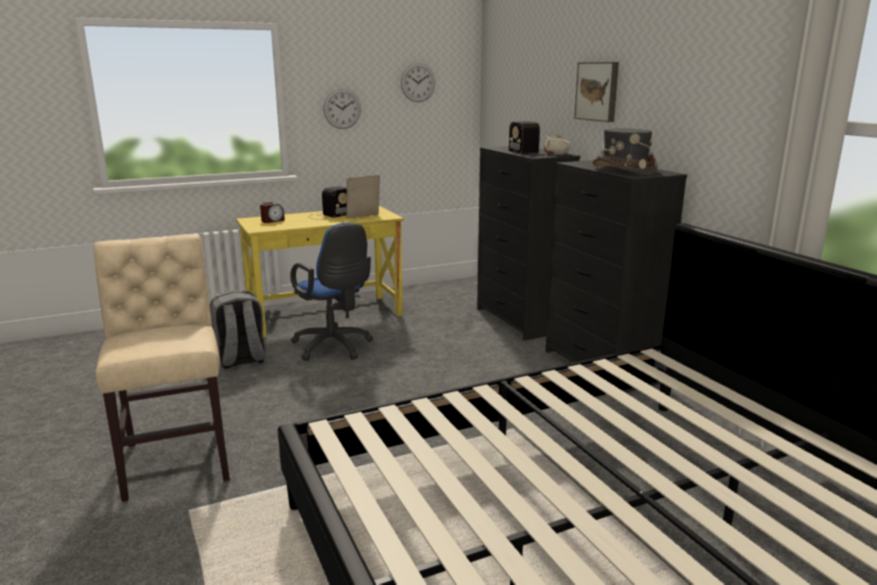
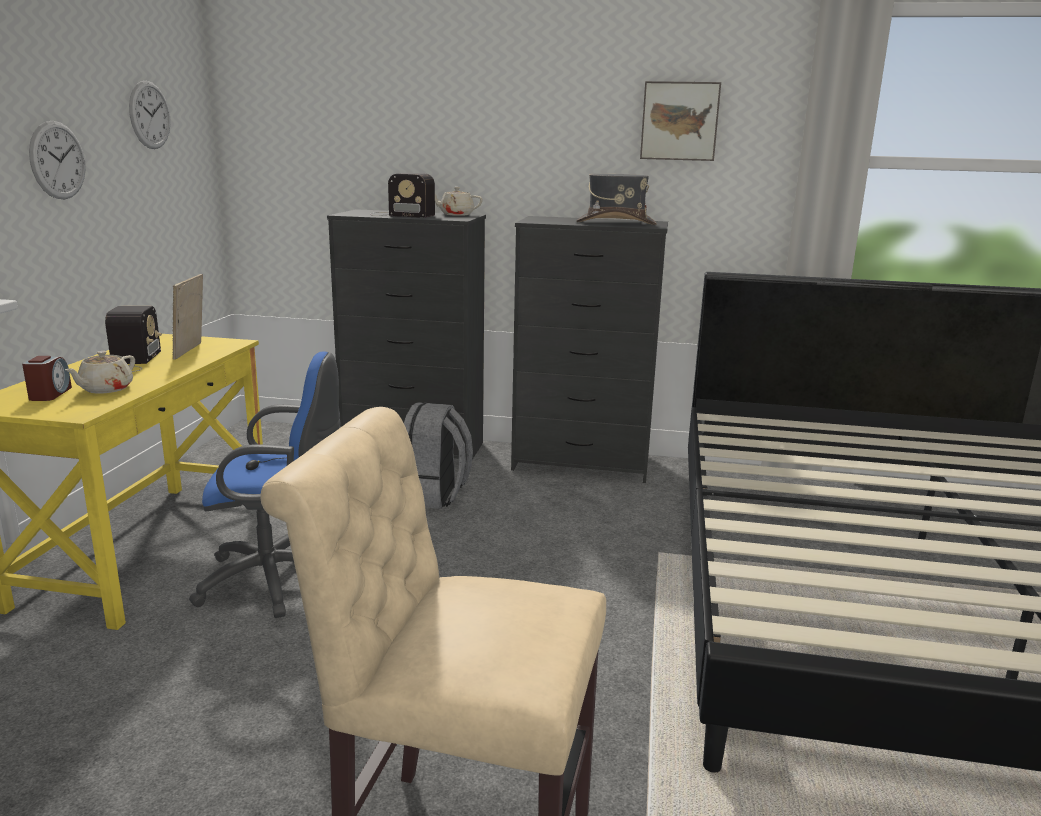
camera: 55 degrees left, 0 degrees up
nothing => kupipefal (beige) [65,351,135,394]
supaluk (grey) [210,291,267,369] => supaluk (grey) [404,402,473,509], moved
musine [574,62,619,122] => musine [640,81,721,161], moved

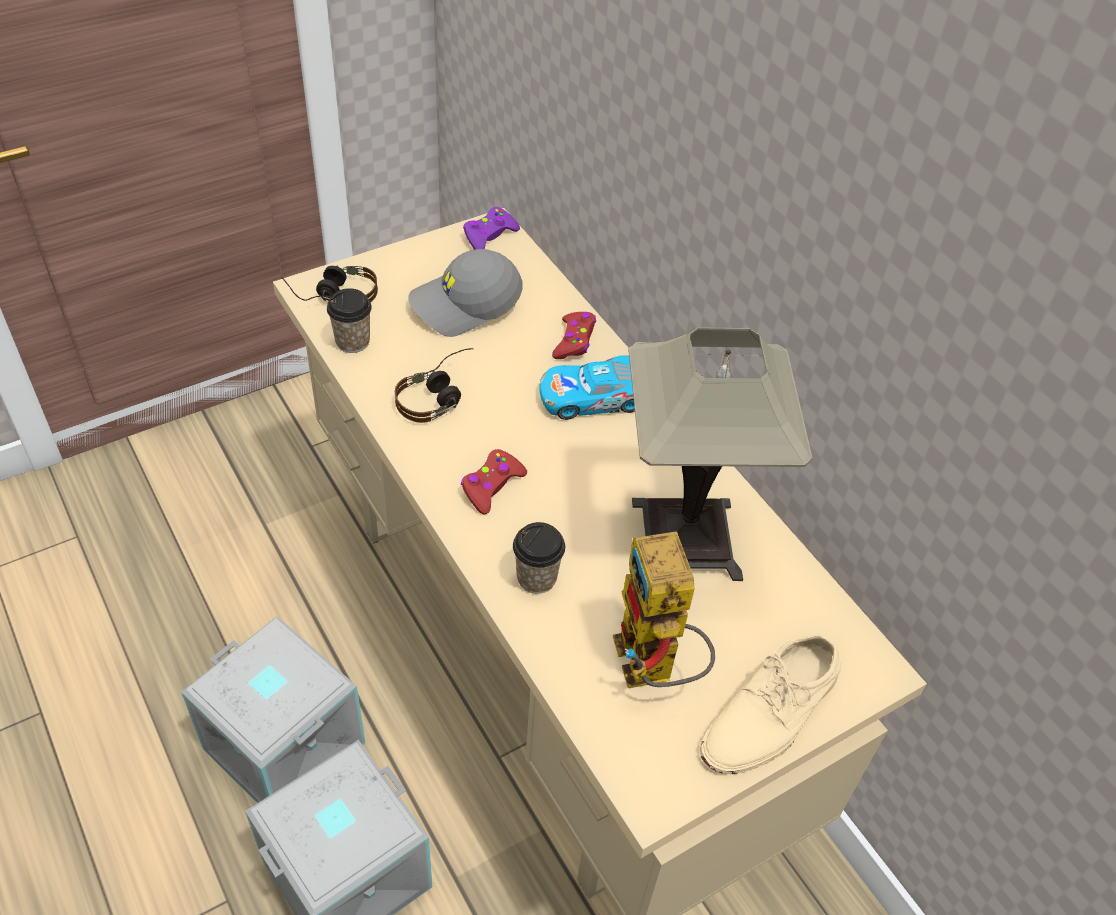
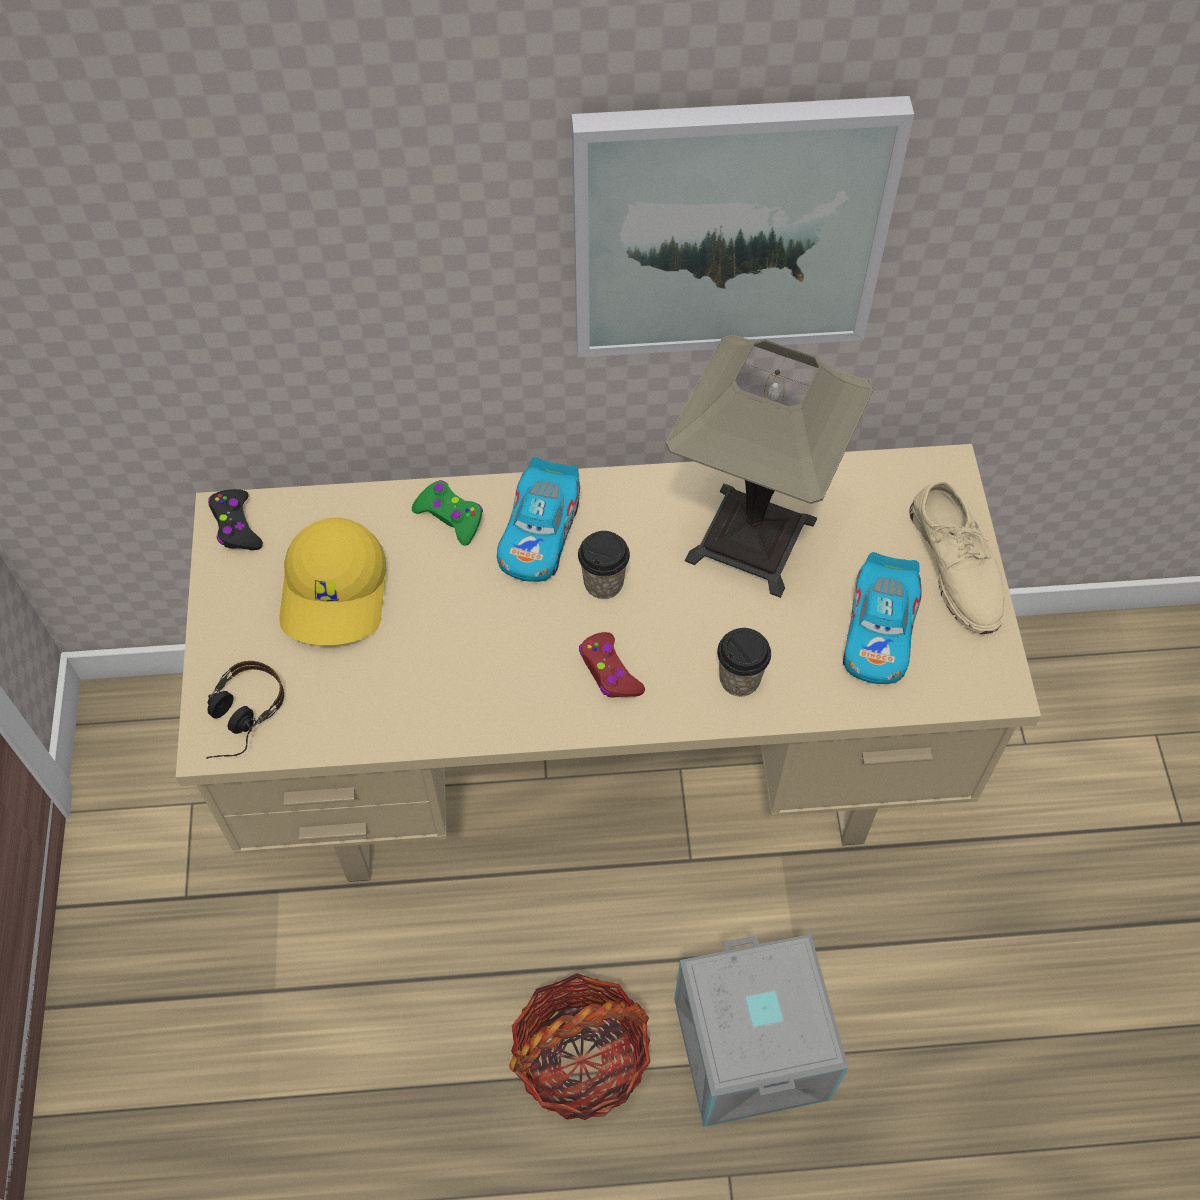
camera: 60 degrees left, 10 degrees up
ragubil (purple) [463,207,520,250] => ragubil (black) [208,489,263,550]
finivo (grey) [408,249,523,337] => finivo (yellow) [279,518,386,646]
ragubil (red) [552,312,596,359] => ragubil (green) [412,480,483,546]
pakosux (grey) [181,616,365,803] => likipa [510,973,651,1120]
nothing => musine [572,96,914,357]
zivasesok [327,288,372,353] => zivasesok [578,531,630,599], moved
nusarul [613,531,715,688] => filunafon [843,552,922,684]
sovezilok [395,348,474,423] => nothing

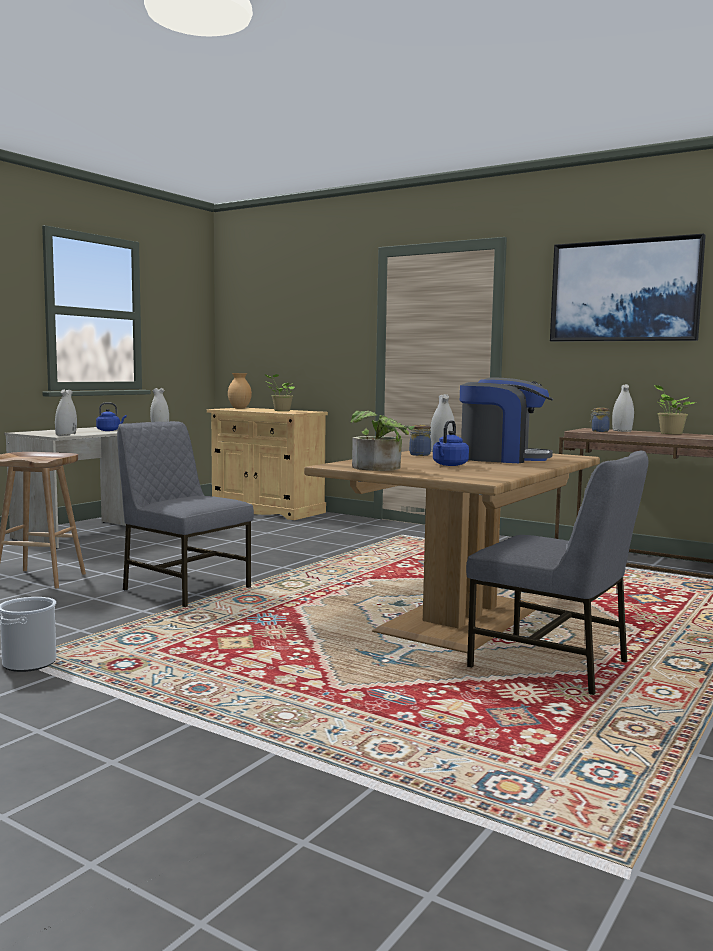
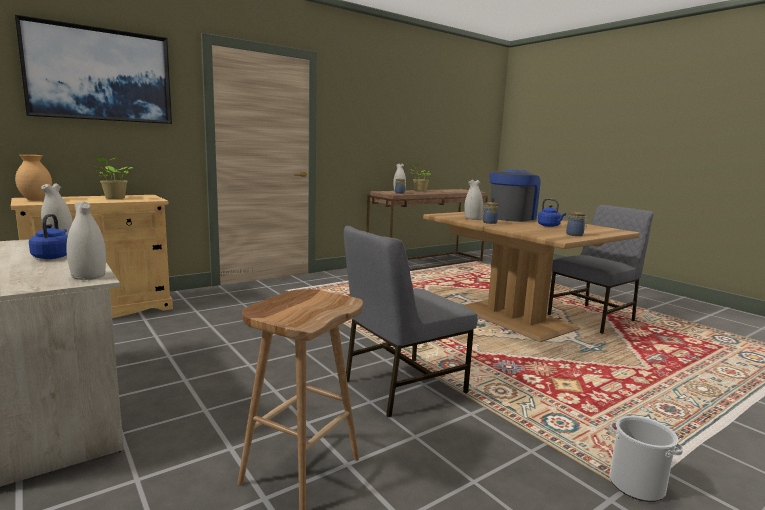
camera: 70 degrees left, 5 degrees up
musine [550,234,706,342] => musine [15,15,172,124], moved
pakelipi [351,411,415,471] => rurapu [566,212,587,236]

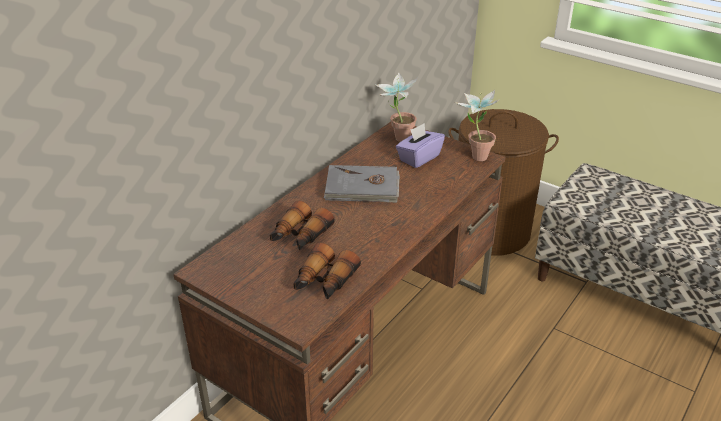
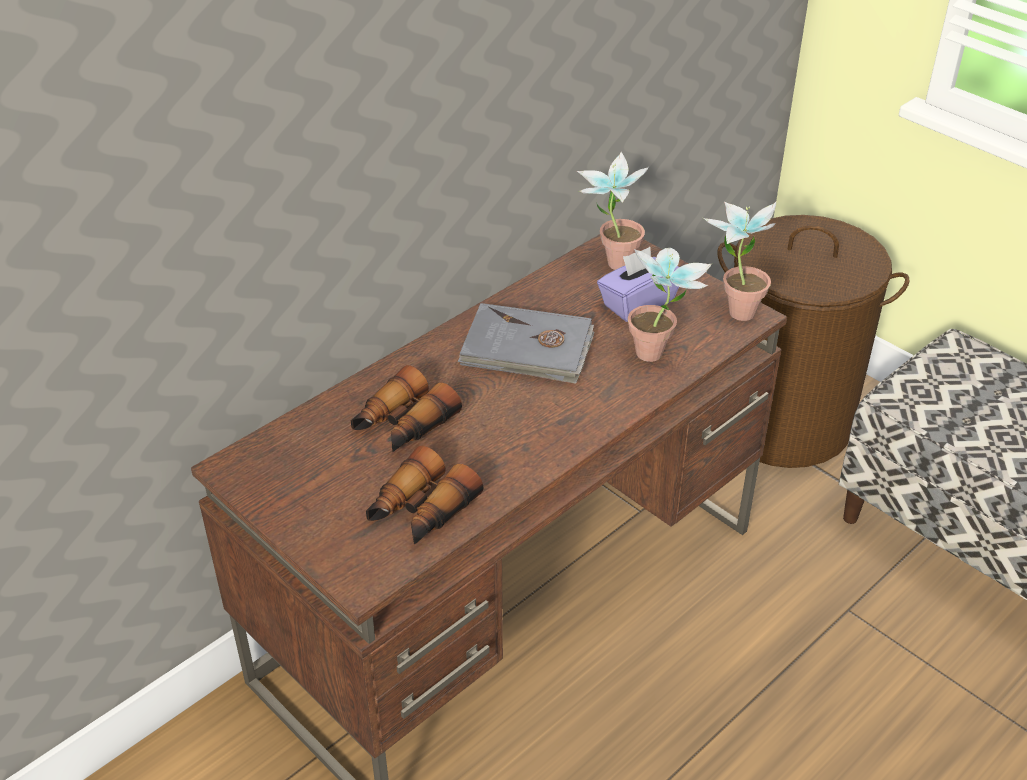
camera: 10 degrees right, 5 degrees up
nothing => pakelipi [628,248,712,362]

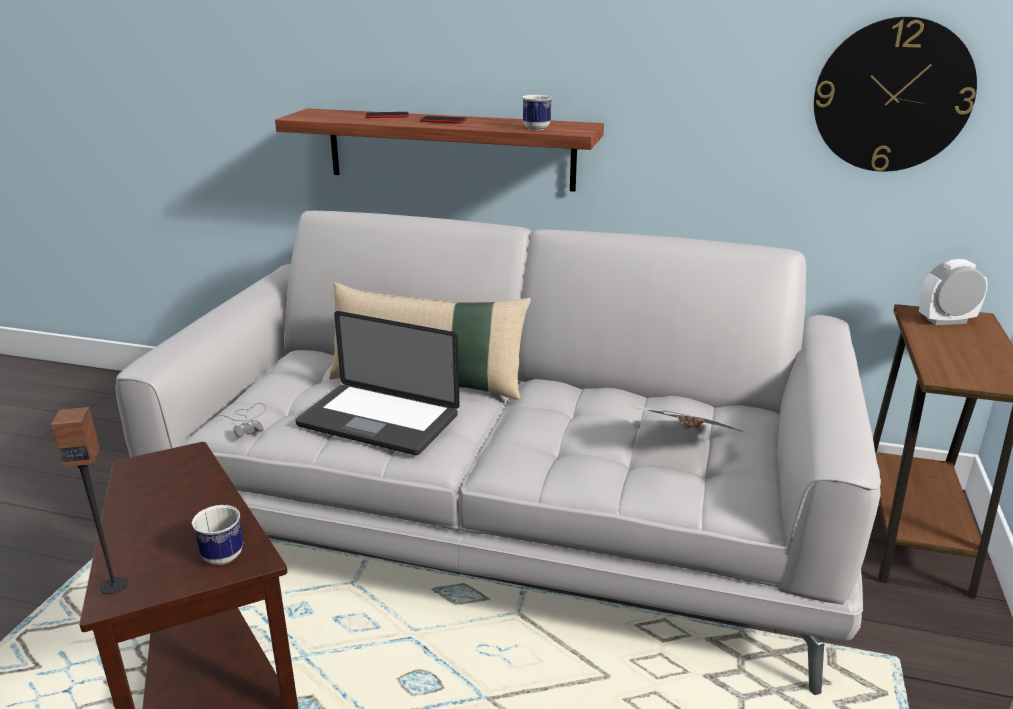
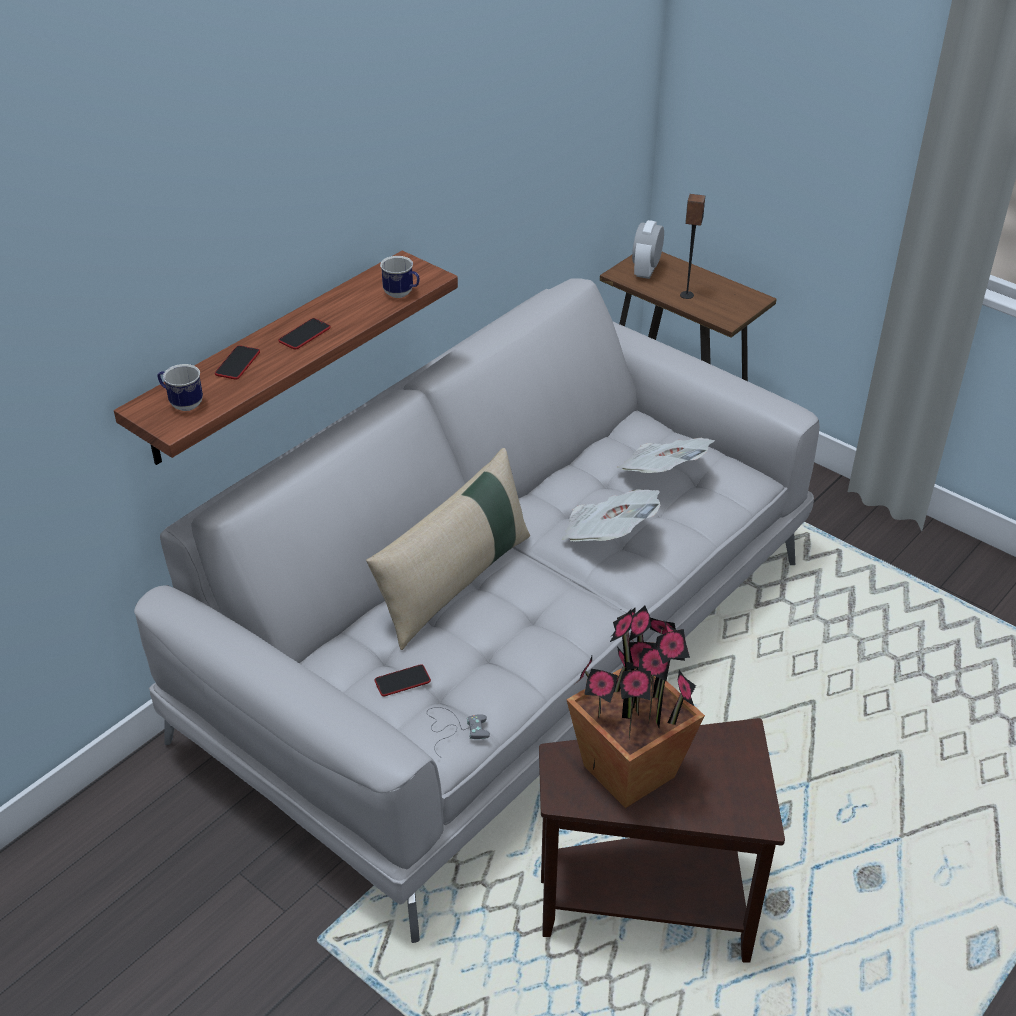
camera: 65 degrees left, 15 degrees up
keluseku [192,503,243,565] => keluseku [158,364,203,411], moved
nothing => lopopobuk [375,664,431,696]
nothing => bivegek [562,489,660,541]
nothing => pakelipi [566,606,705,808]
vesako [51,407,128,594] => vesako [680,194,705,299], moved
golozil [295,311,460,455] => nothing
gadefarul [814,17,977,172] => nothing

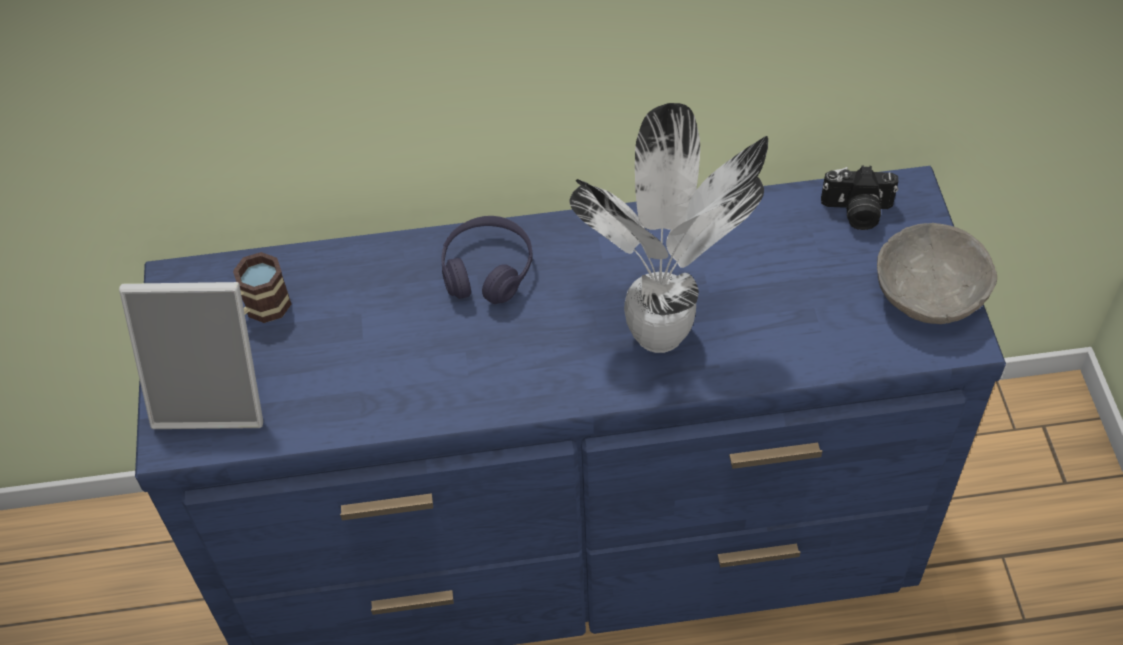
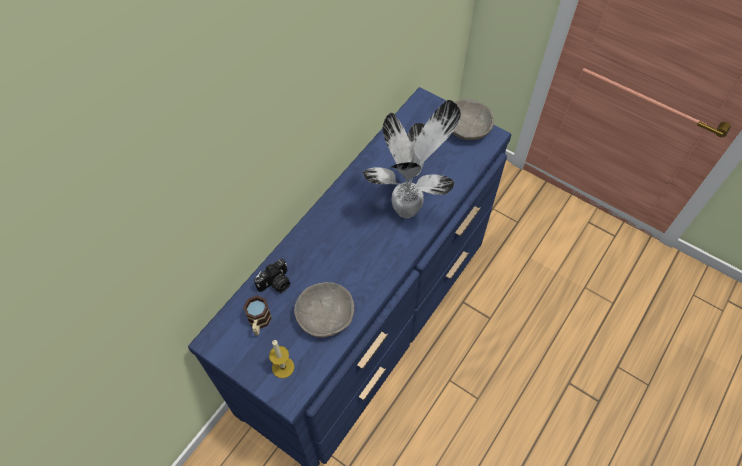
camera: 50 degrees left, 5 degrees up
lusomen [821,166,898,230] => lusomen [254,259,290,293], moved
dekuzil [119,282,263,429] => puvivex [269,340,294,378]
nothing => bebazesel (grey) [294,282,354,337]
sovezilok (purple) [441,216,533,304] => nothing

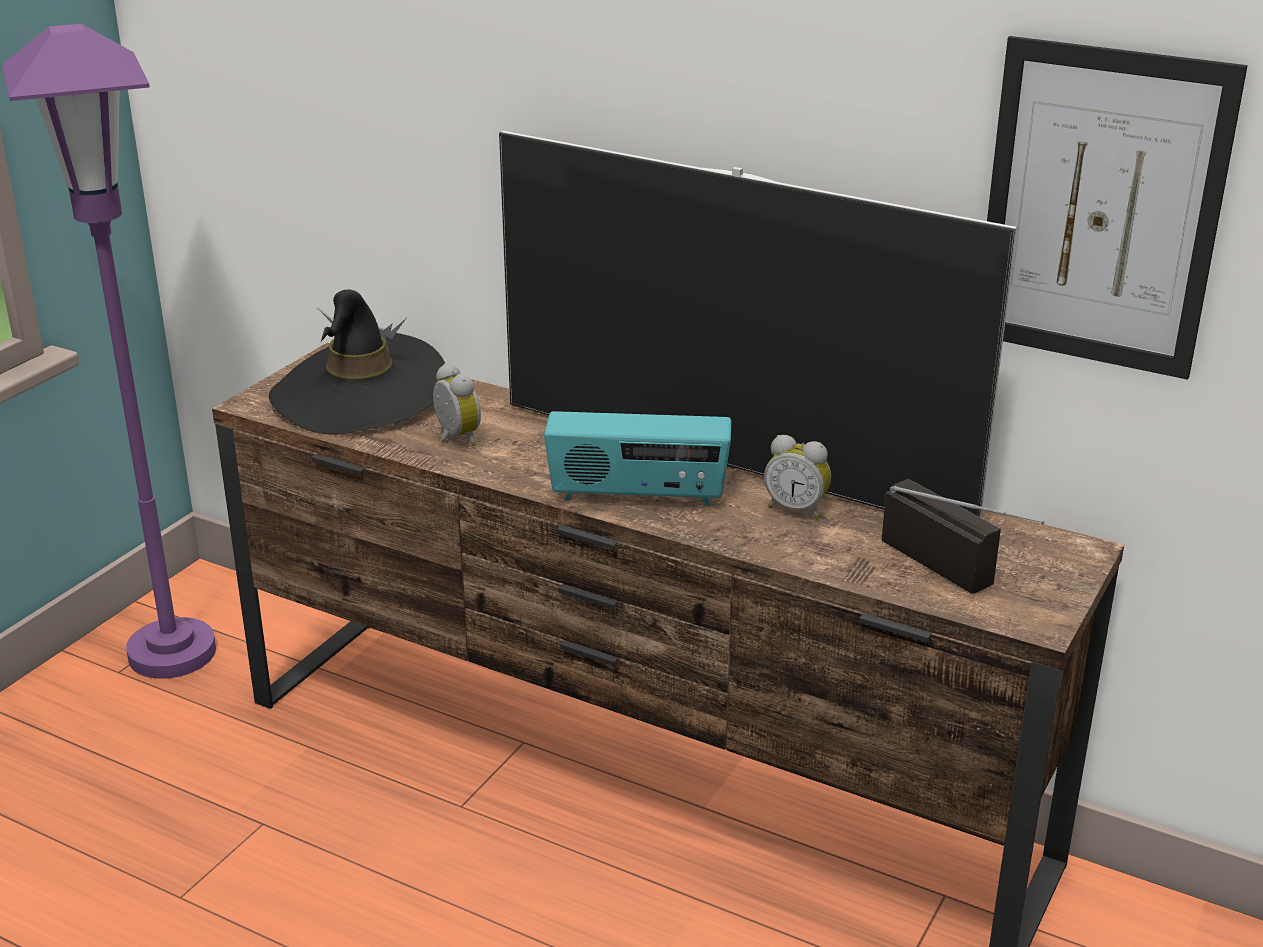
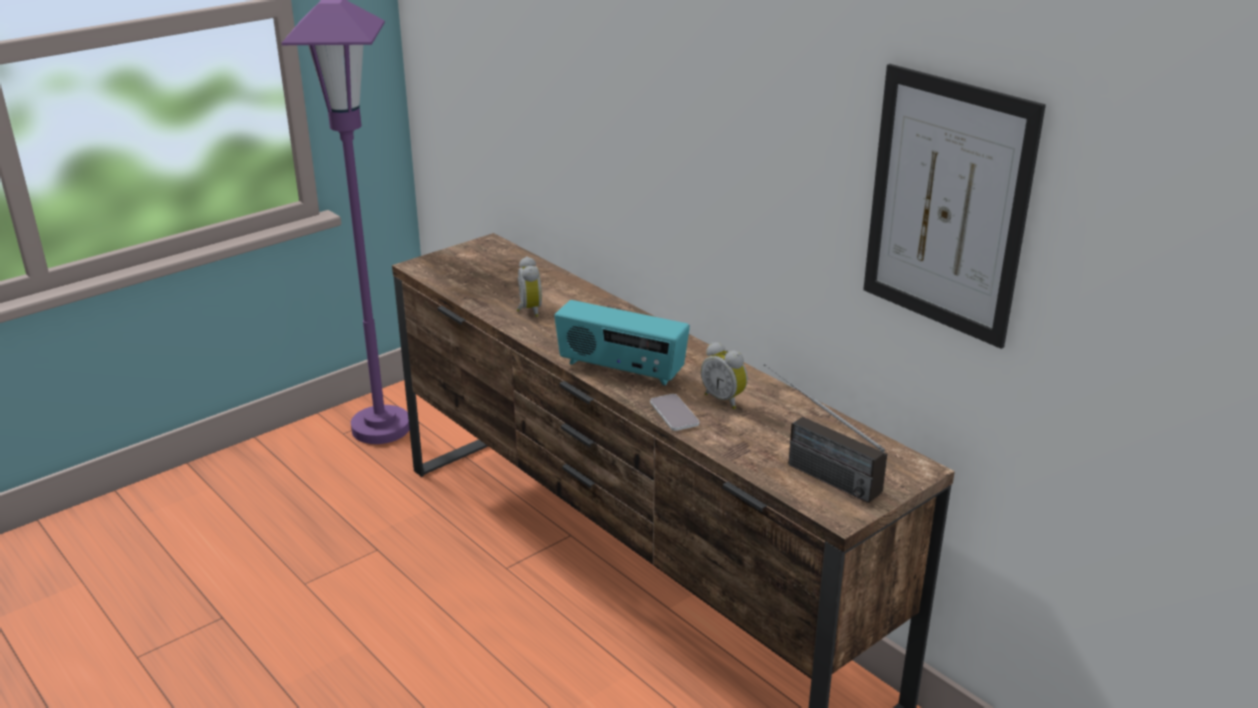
camera: 20 degrees right, 0 degrees up
nothing => lopopobuk [650,394,699,431]
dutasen [882,479,1045,594] => dutasen [764,364,887,503], 150 degrees clockwise
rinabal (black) [269,289,448,434] => nothing
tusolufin [499,131,1017,518] => nothing

